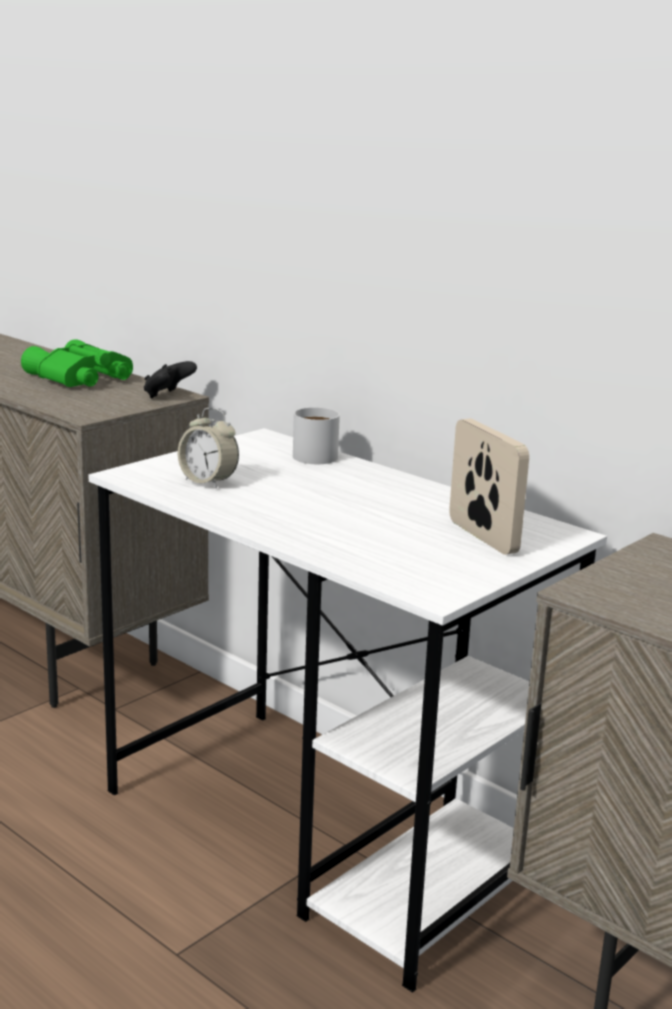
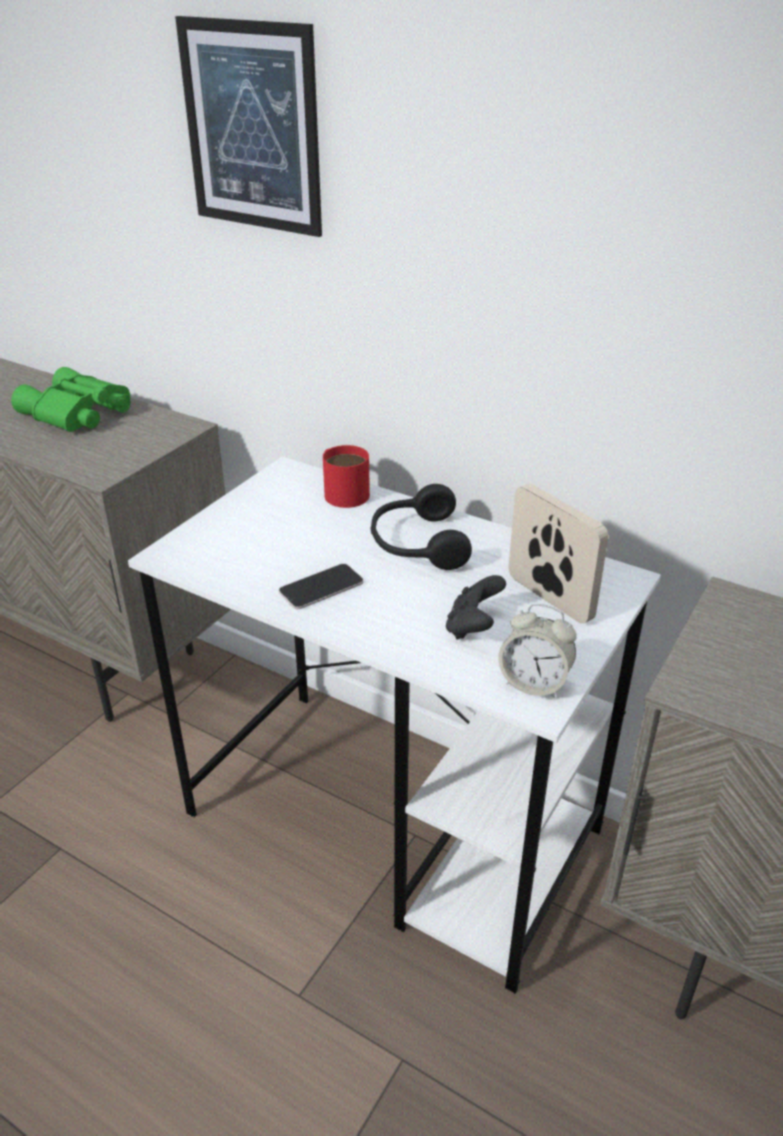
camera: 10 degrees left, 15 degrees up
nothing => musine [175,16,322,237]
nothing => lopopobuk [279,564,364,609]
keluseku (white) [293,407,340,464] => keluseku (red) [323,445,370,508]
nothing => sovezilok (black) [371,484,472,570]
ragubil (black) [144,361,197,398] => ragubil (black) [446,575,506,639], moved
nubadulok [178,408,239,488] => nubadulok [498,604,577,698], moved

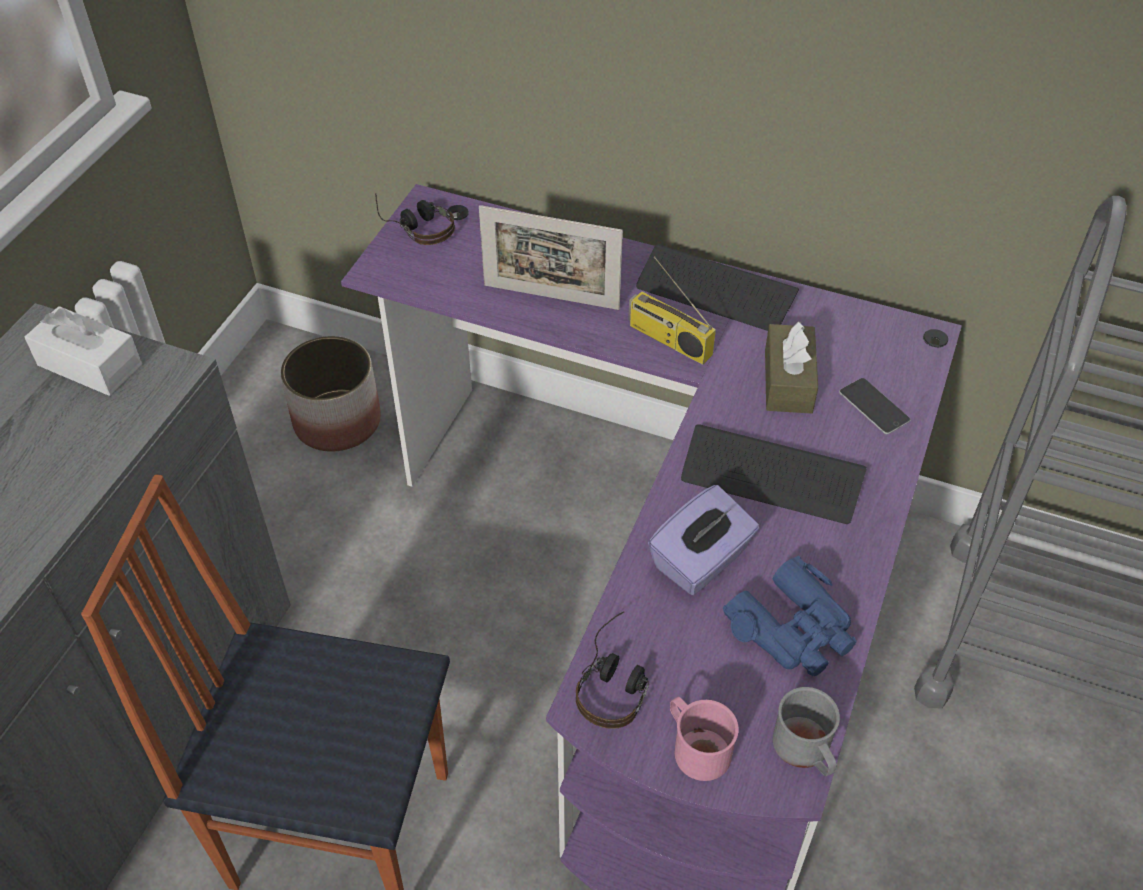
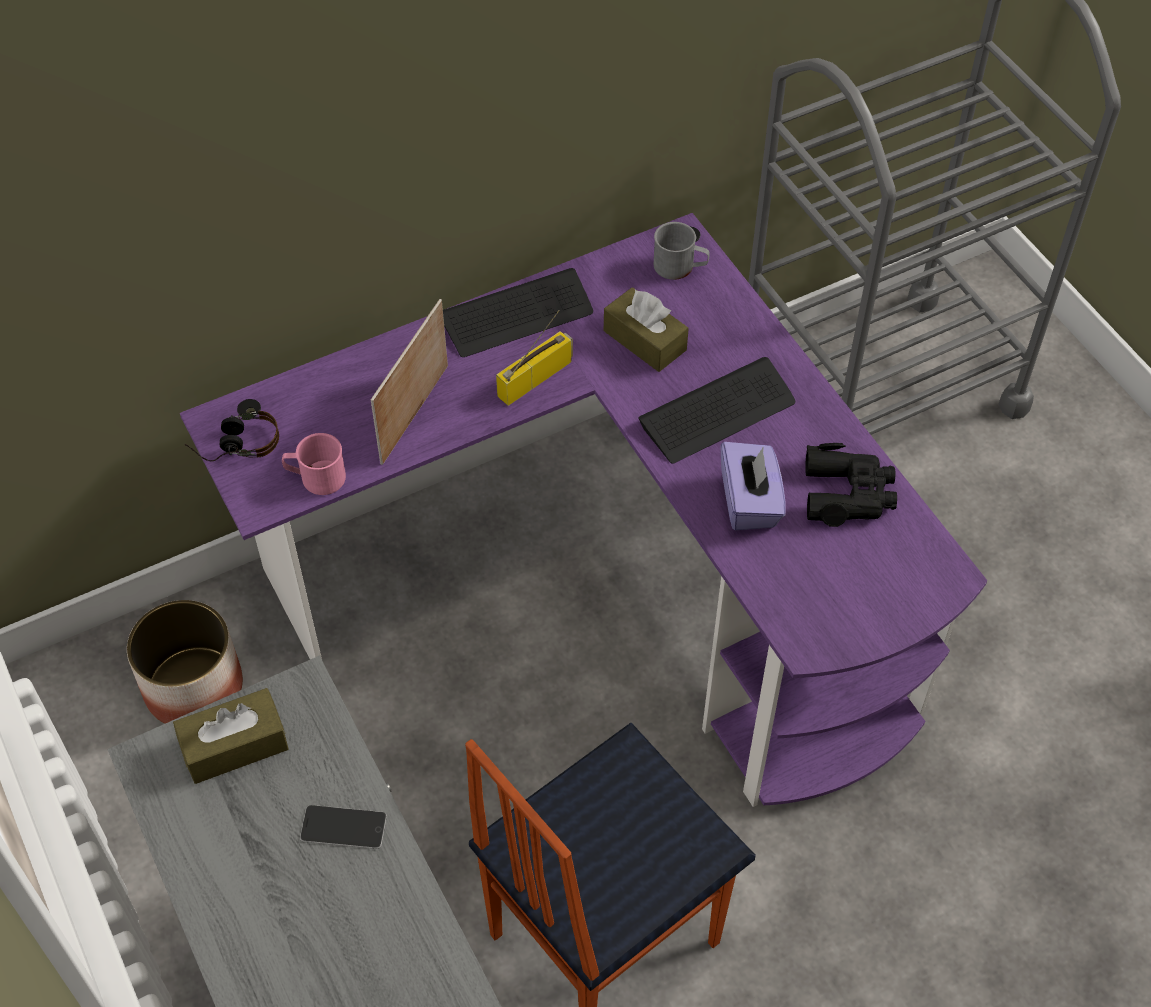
camera: 50 degrees left, 5 degrees up
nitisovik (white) [25,306,142,396] => nitisovik (brown) [173,688,289,784]
keluseku (pink) [670,697,739,781] => keluseku (pink) [282,433,346,495], moved
lopopobuk [839,378,911,434] => lopopobuk [300,805,387,849], moved
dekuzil [479,205,623,310] => dekuzil [371,299,448,465], 150 degrees clockwise
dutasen [628,256,716,365] => dutasen [496,310,573,406], 150 degrees clockwise
keluseku (grey) [773,687,840,776] => keluseku (grey) [654,222,710,280], moved
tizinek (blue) [723,556,857,676] => tizinek (black) [805,443,897,527]
sovezilok [576,612,649,729] => nothing

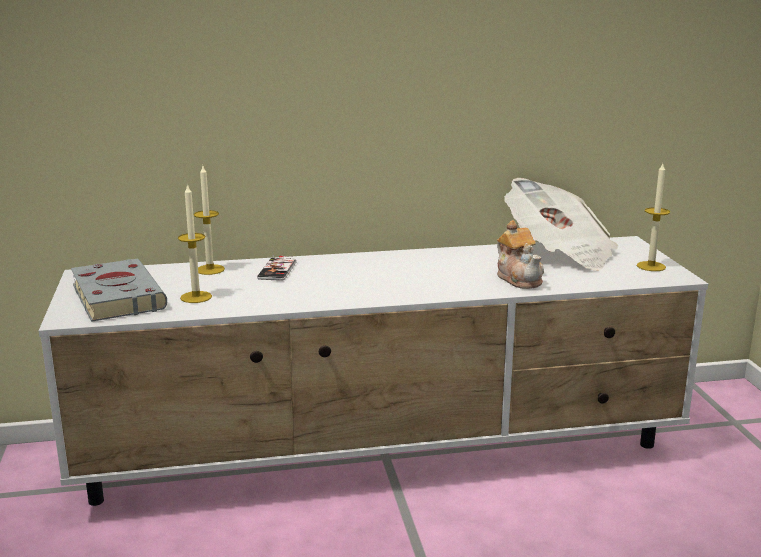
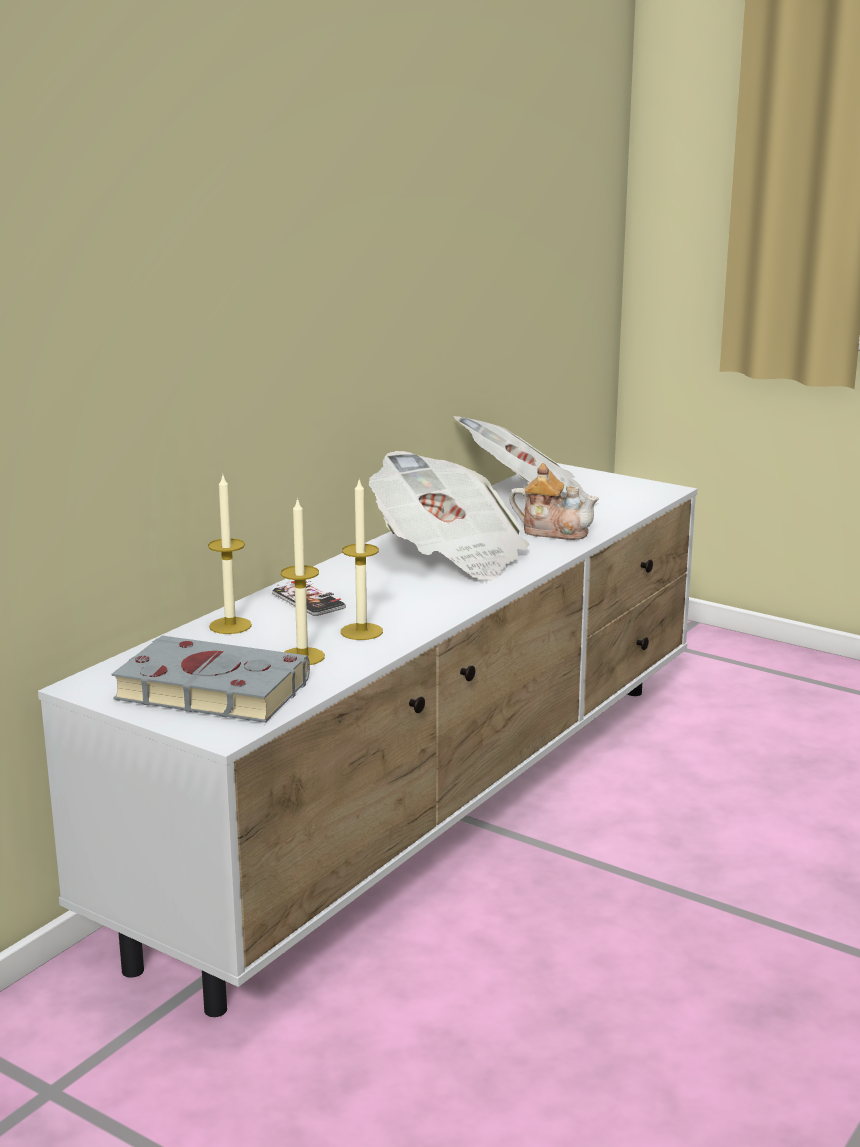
camera: 45 degrees left, 0 degrees up
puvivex [637,164,670,271] => puvivex [341,480,383,640], moved
nothing => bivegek [369,451,530,581]

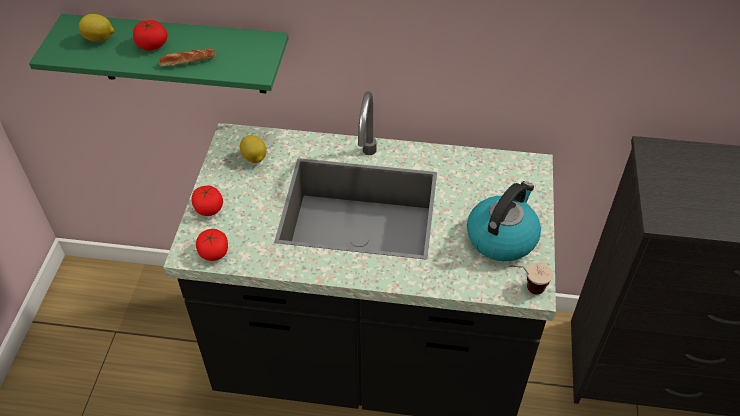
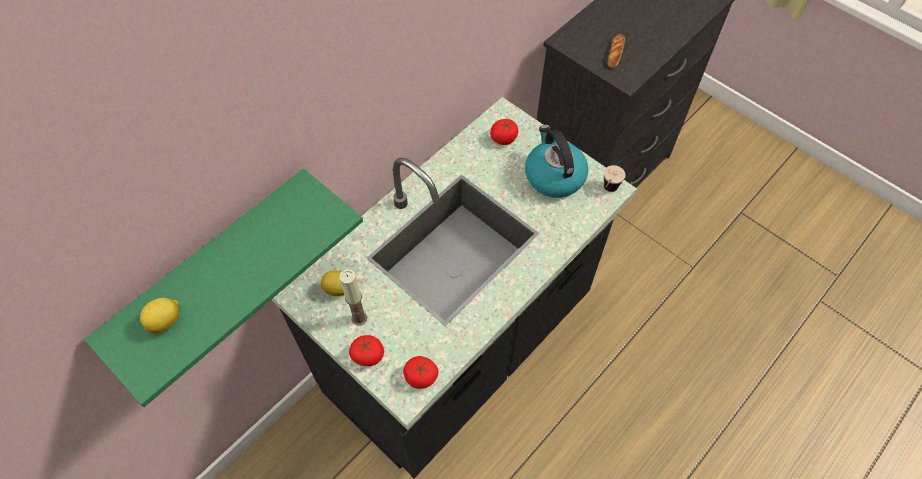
camera: 55 degrees left, 10 degrees up
nothing => puvivex [339,269,367,326]
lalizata [133,20,168,51] => lalizata [490,119,518,145], moved
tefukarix [159,48,216,67] => tefukarix [608,34,625,67], moved

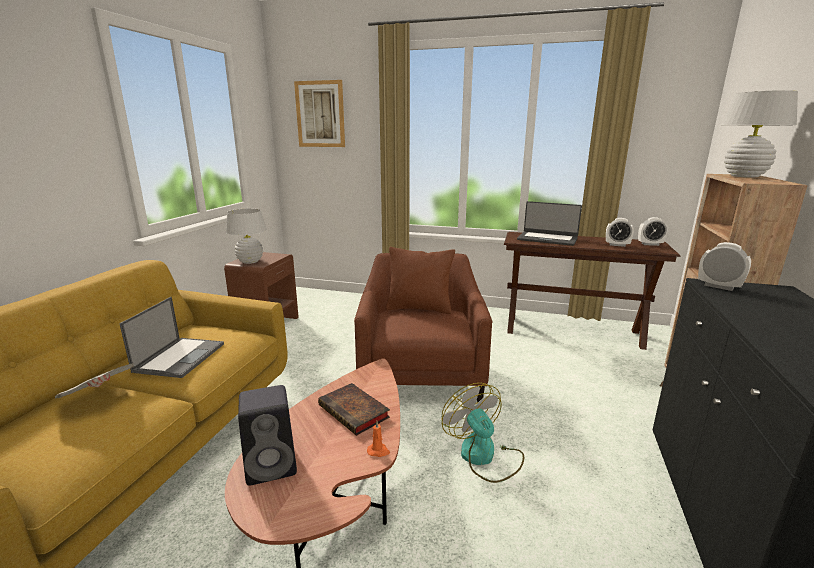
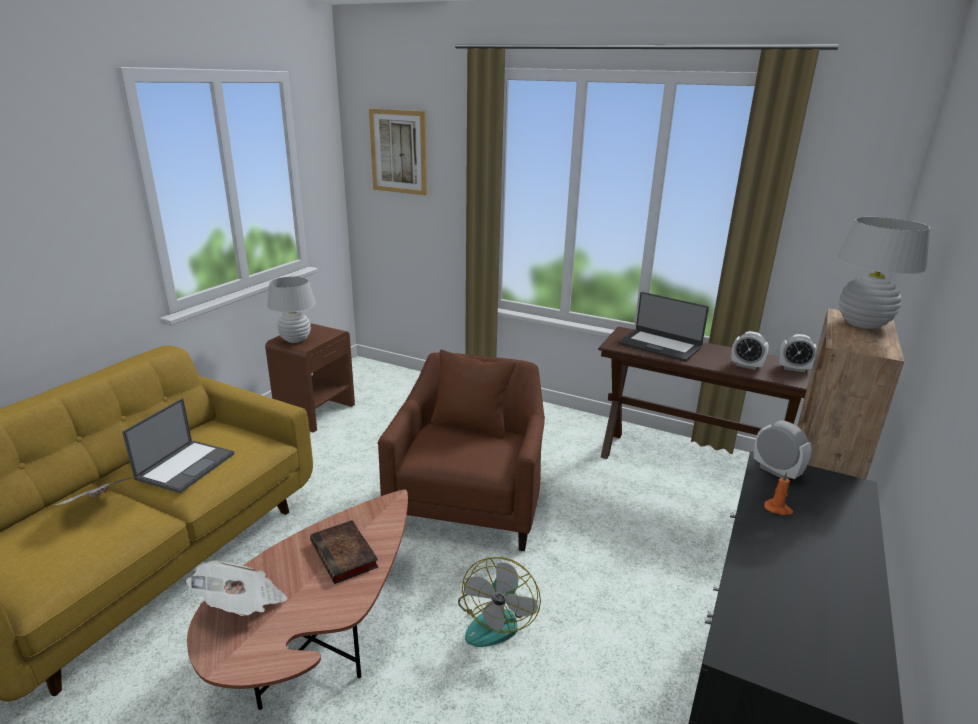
camera: 10 degrees right, 5 degrees up
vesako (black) [238,385,297,486] => bivegek [186,560,288,616]
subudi [441,383,524,483] => subudi [458,557,541,647], 150 degrees counterclockwise
puvivex (orange) [367,421,390,457] => puvivex (orange) [764,472,793,515], moved

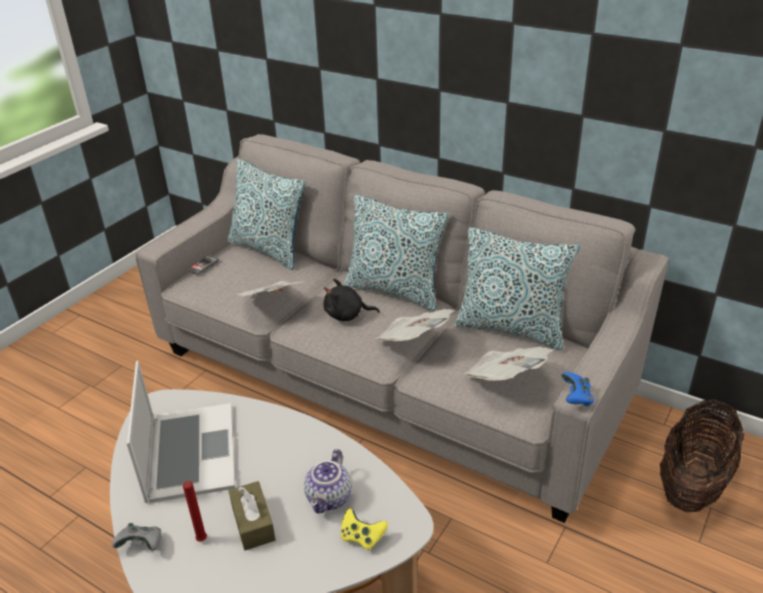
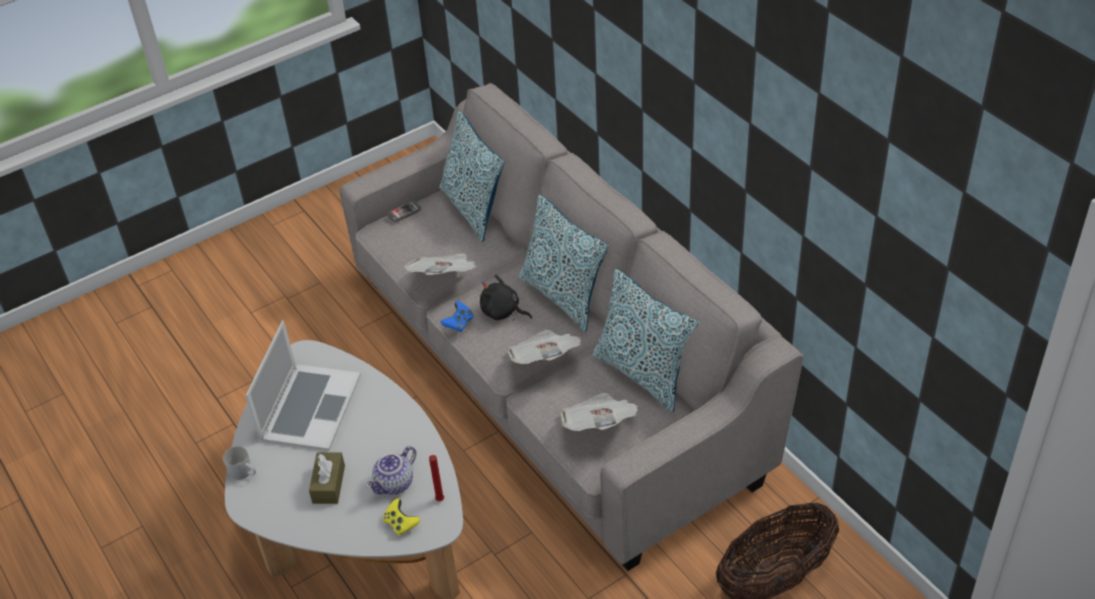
camera: 25 degrees right, 10 degrees up
ragubil (grey) [112,523,161,551] => keluseku (white) [223,446,256,480]
puvivex (red) [183,481,207,542] => puvivex (red) [429,455,444,501], moved
ragubil (blue) [561,372,594,406] => ragubil (blue) [441,301,473,332], moved

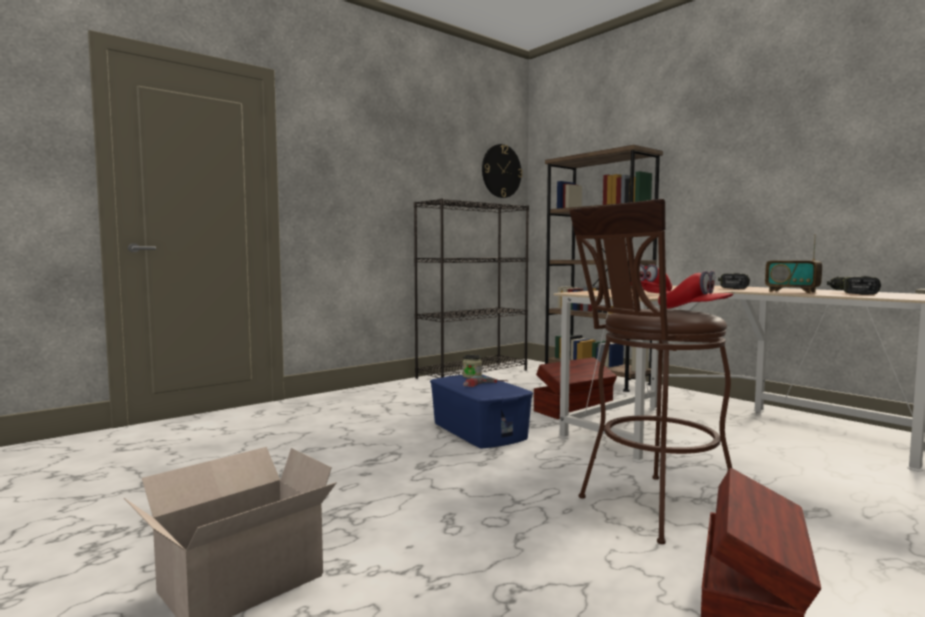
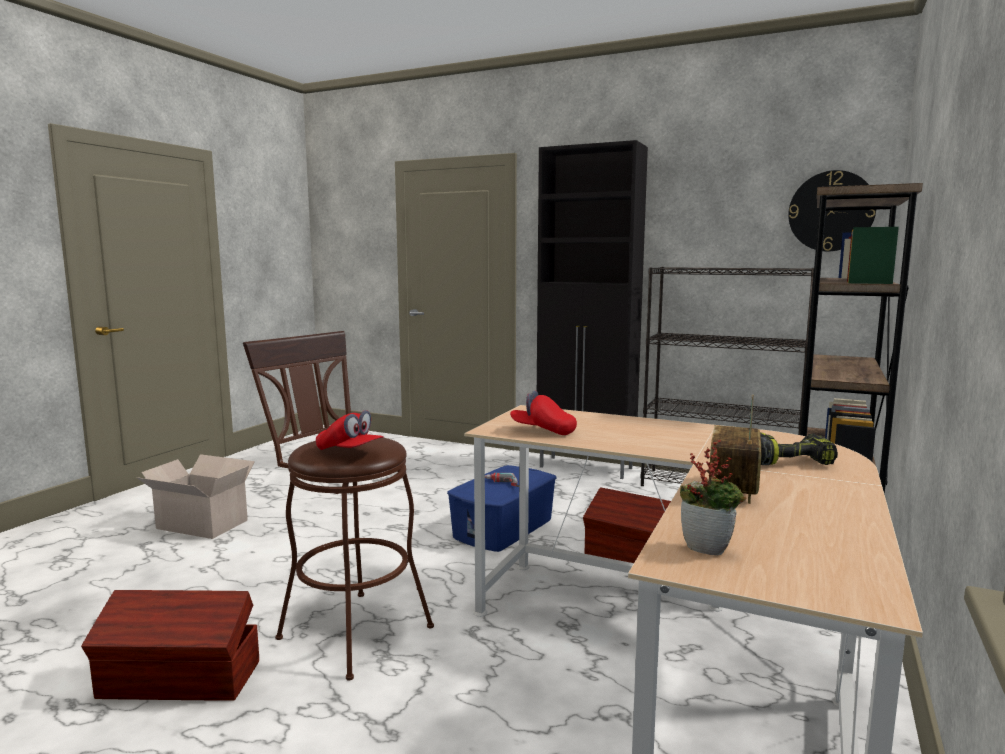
camera: 65 degrees right, 5 degrees up
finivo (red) [658,270,733,309] => finivo (red) [316,410,383,450], 75 degrees counterclockwise
nothing => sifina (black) [537,140,648,479]
nothing => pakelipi [680,439,746,556]
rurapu [462,355,482,378] => nothing
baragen [827,276,881,295] => nothing

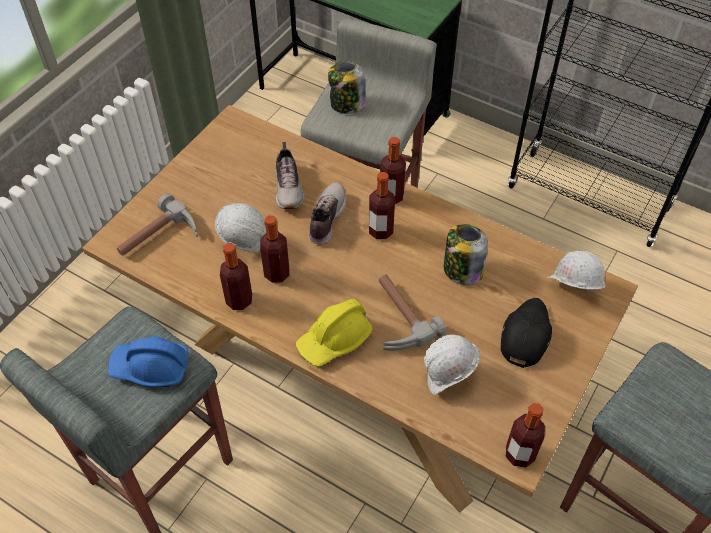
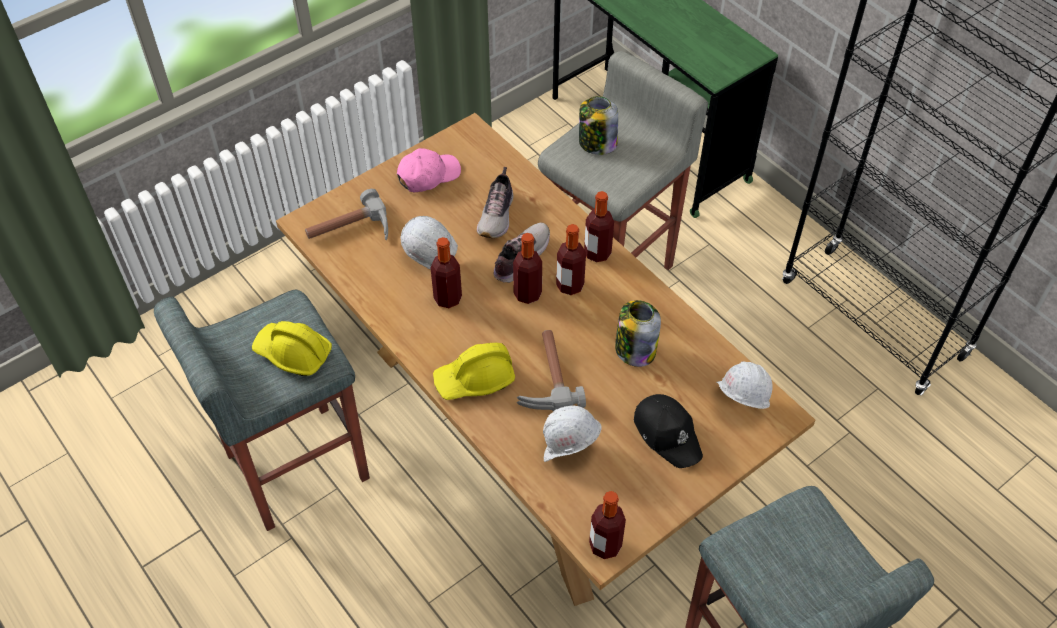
camera: 20 degrees right, 0 degrees up
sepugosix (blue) [108,336,188,387] => sepugosix (yellow) [252,321,332,376]
nothing => finivo (pink) [397,148,461,192]
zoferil [220,243,252,310] => zoferil [513,233,542,304], moved
finivo (black) [501,298,552,368] => finivo (black) [634,394,703,468], 105 degrees clockwise

